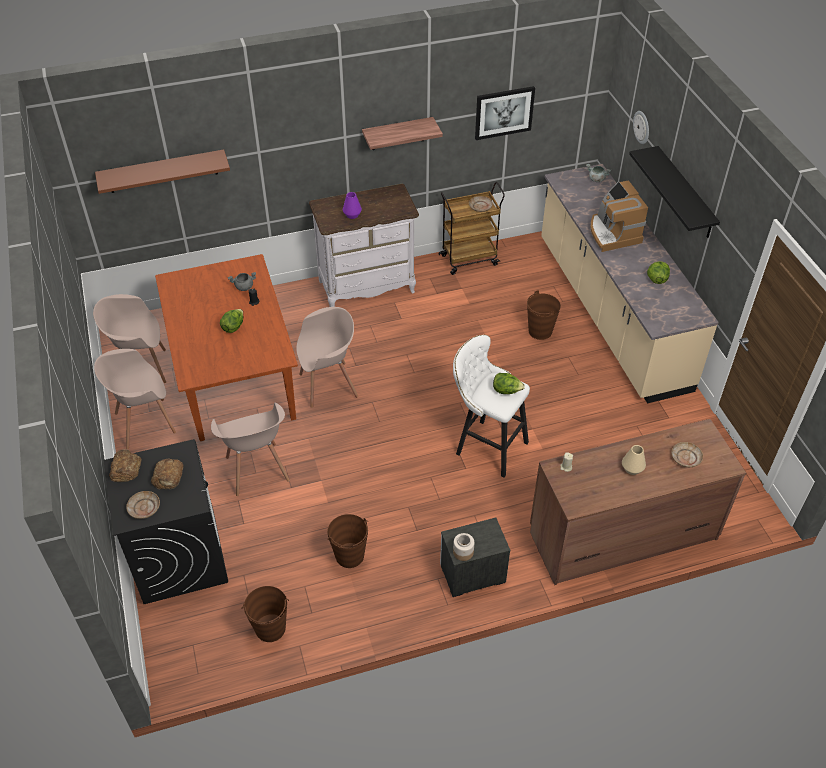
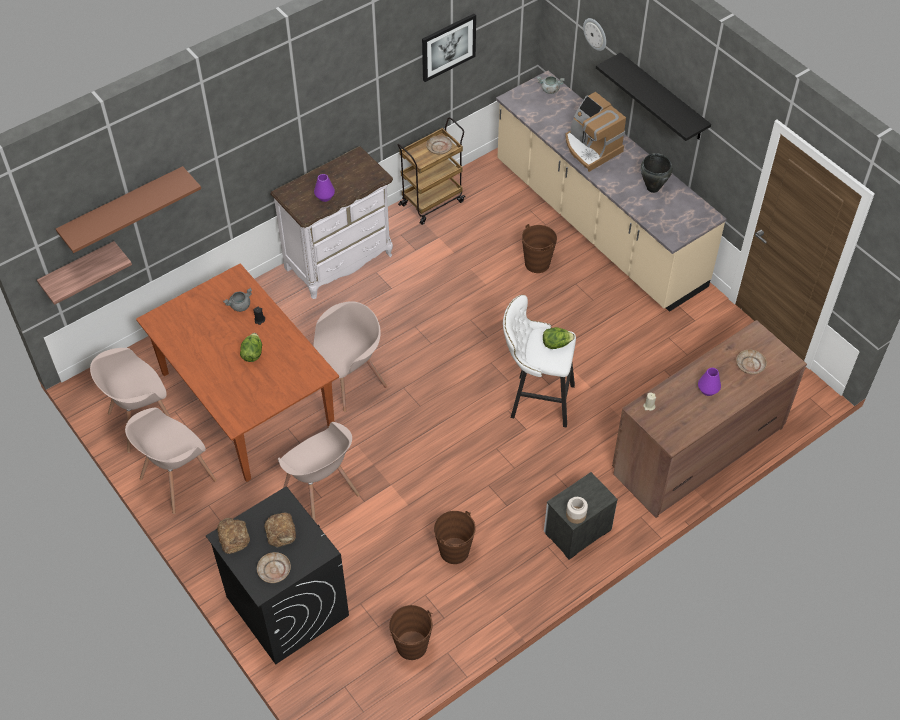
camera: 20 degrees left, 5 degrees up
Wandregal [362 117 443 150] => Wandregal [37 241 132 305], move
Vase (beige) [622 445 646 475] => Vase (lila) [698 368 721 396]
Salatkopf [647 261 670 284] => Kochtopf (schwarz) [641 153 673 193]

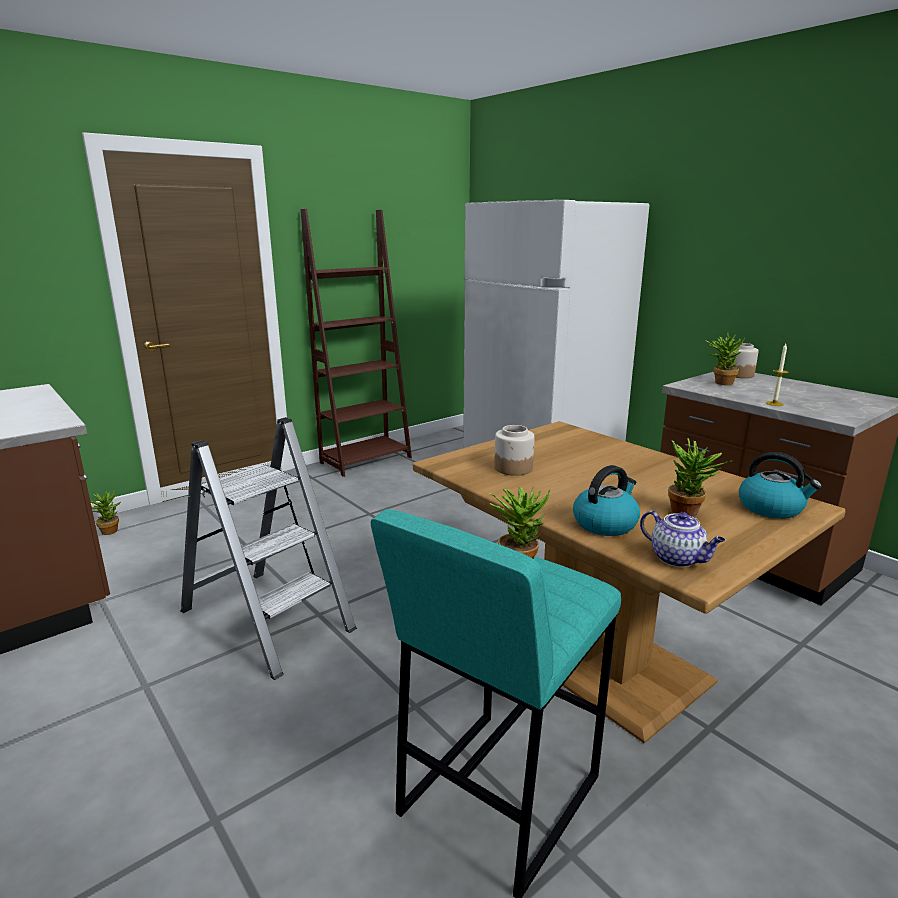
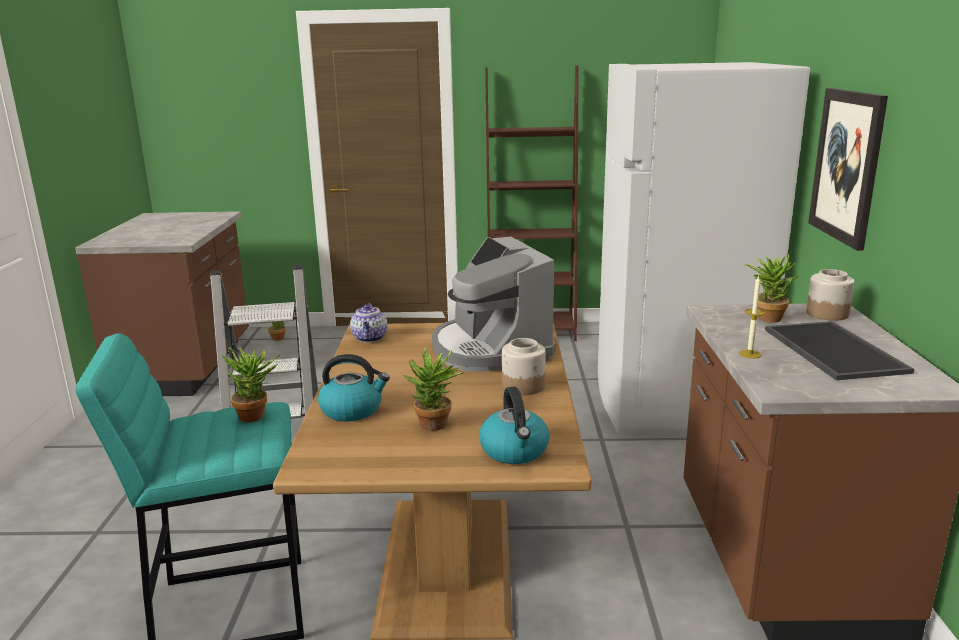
camera: 40 degrees right, 0 degrees up
Vorratsglas [494 425 535 476] => Vorratsglas [502 338 546 395], move
Teekanne [640 510 725 567] => Teekanne [350 303 388 343], move
nothing => Kaffeemaschine [432 237 556 372]
nothing => Tablett [765 321 914 380]
nothing => Bild [808 88 888 251]

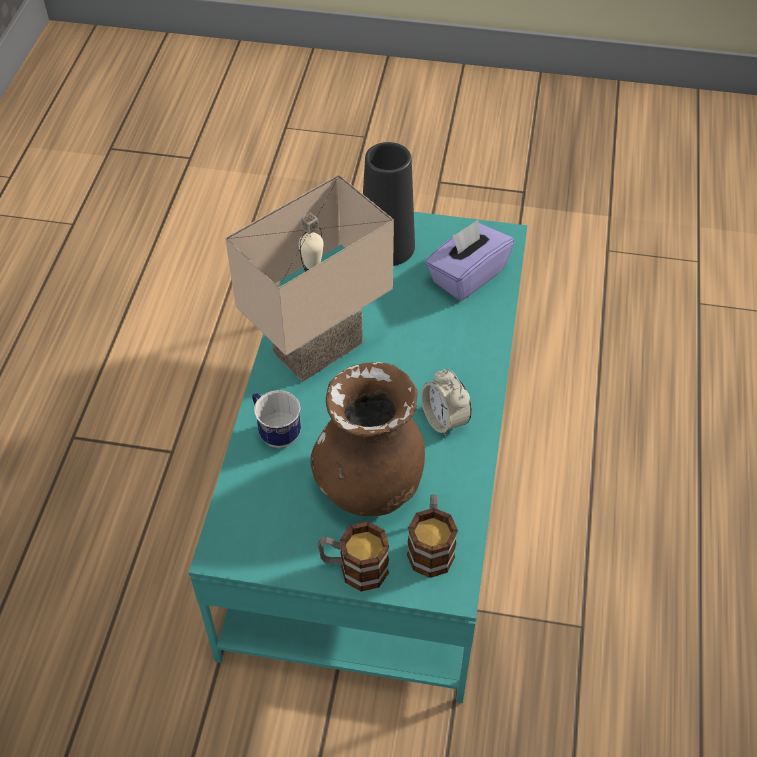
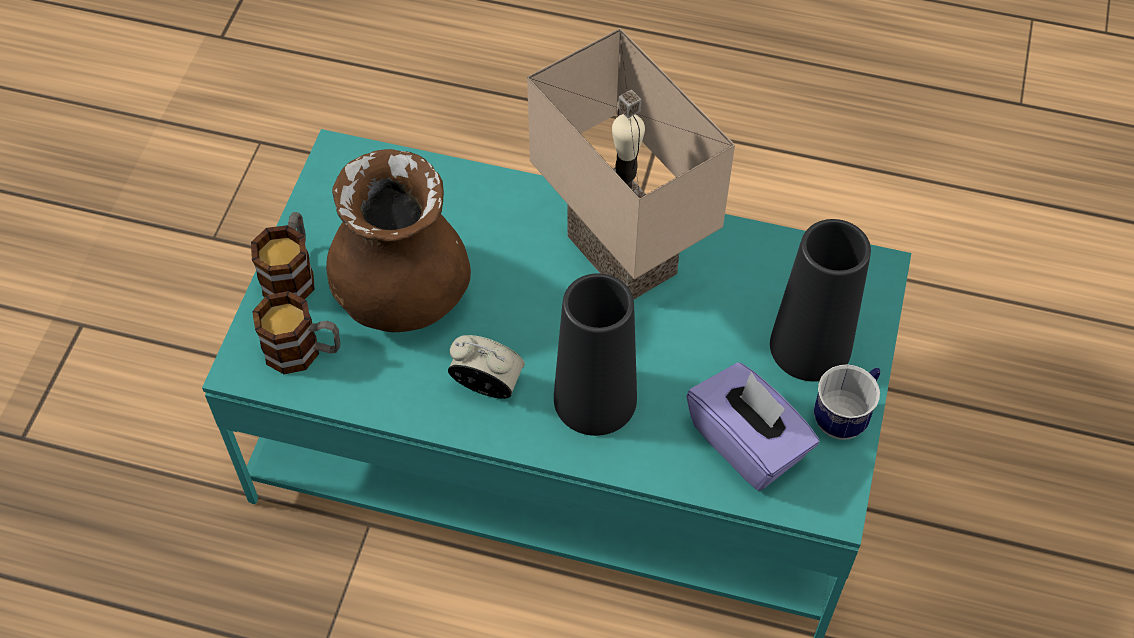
camera: 95 degrees right, 5 degrees up
Henkelbecher [252 390 301 448] => Henkelbecher [814 364 880 440], move
Wecker [421 369 472 437] => Wecker [448 335 525 399], 45 degrees clockwise
nothing => Vase (schwarz) [554 273 637 436]

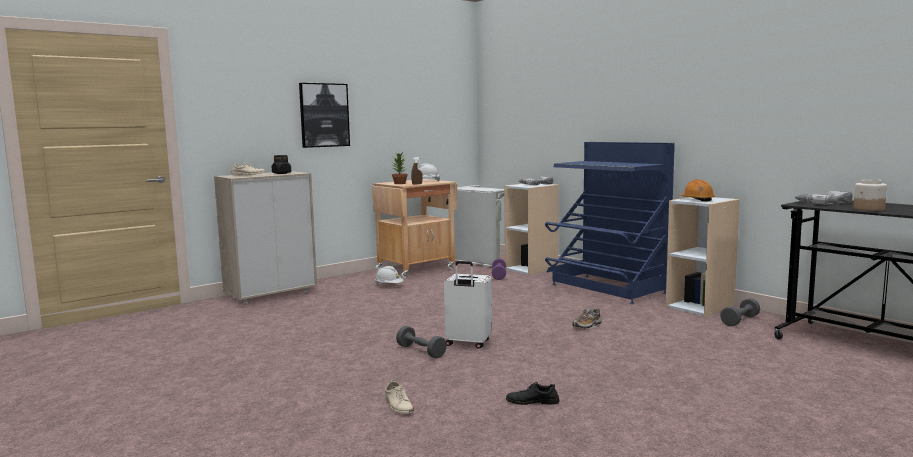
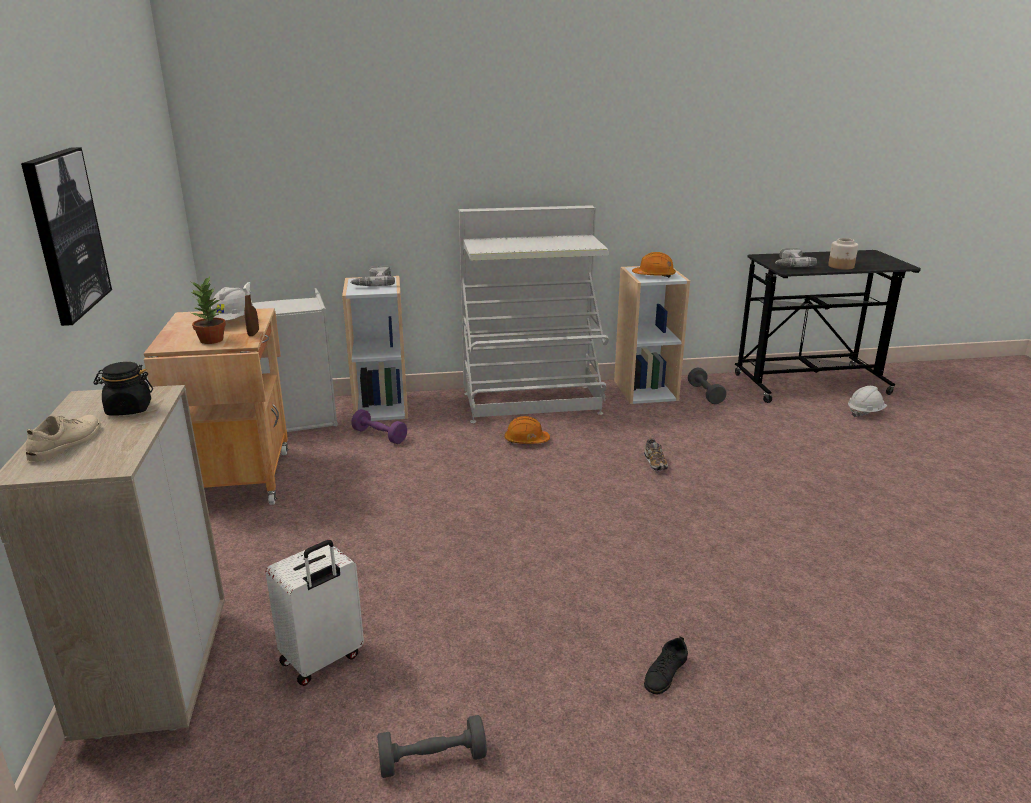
camera: 60 degrees left, 15 degrees up
Schutzhelm (weiß) [375 266 403 285] => Schutzhelm (weiß) [848 386 887 417], move
Schuh (beige) [385 380 414 414] => nothing
Hantel (grau) [396 326 447 358] => Hantel (grau) [377 715 487 778], move
Koffer (weiß) [444 261 492 349] => Koffer (weiß) [265 540 364 686], move
Schuh (schwarz) [506 382 560 405] => Schuh (schwarz) [644 636 688 694], move
Schuhregal (blau) [545 142 675 304] => Schuhregal (weiß) [458 205 609 423]
nothing => Schutzhelm (orange) [505 416 550 444]

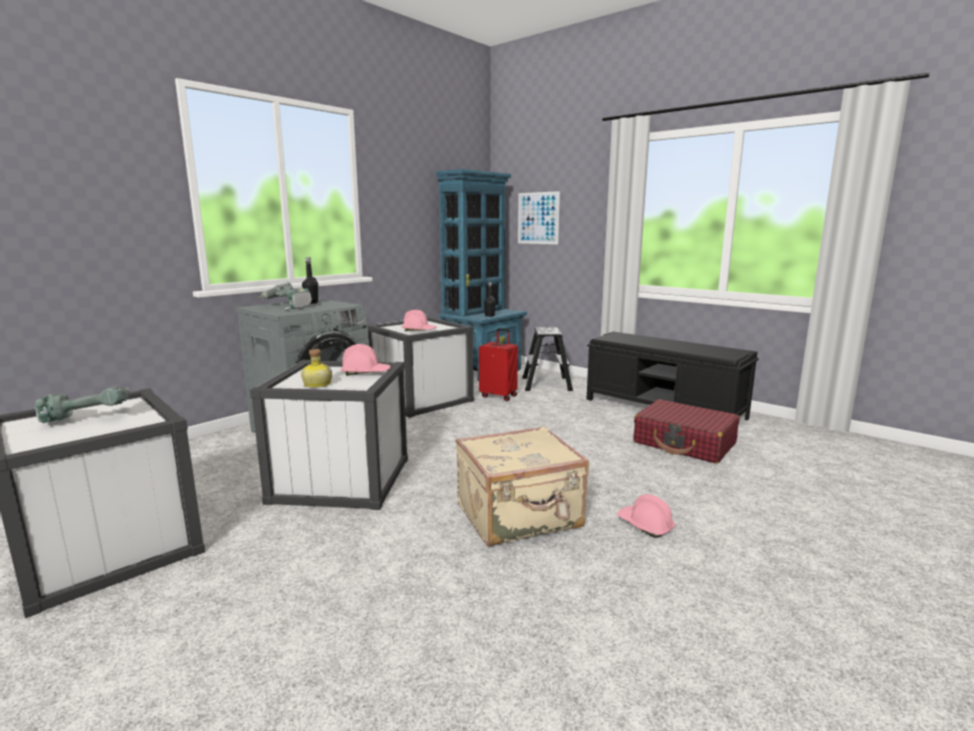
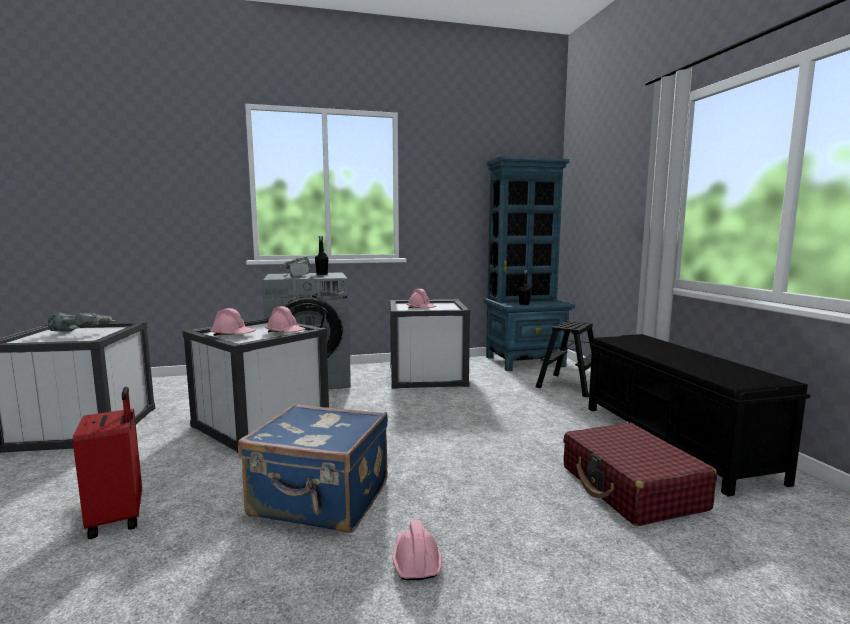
camera: 35 degrees right, 5 degrees down
Flasche [301 349 332 388] => Schutzhelm (rosa) [210 308 256 336]
Koffer (beige) [455 426 589 546] => Koffer (blau) [238 403 388 533]
Koffer (rot) [479 328 518 401] => Koffer (rot) [73 387 142 539], move
Bild [518 191 560 244] => nothing

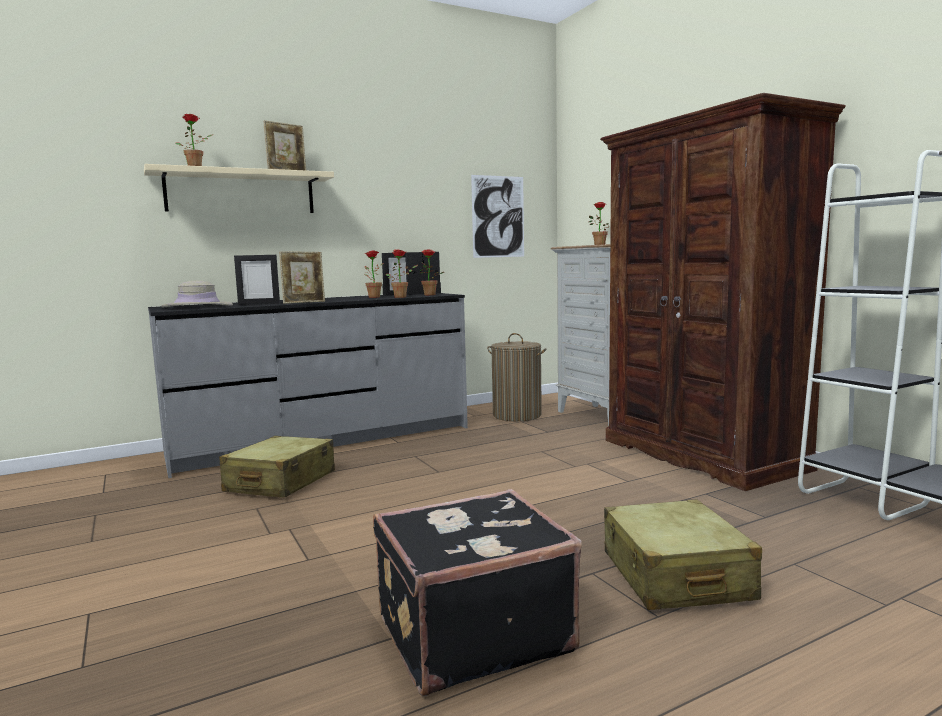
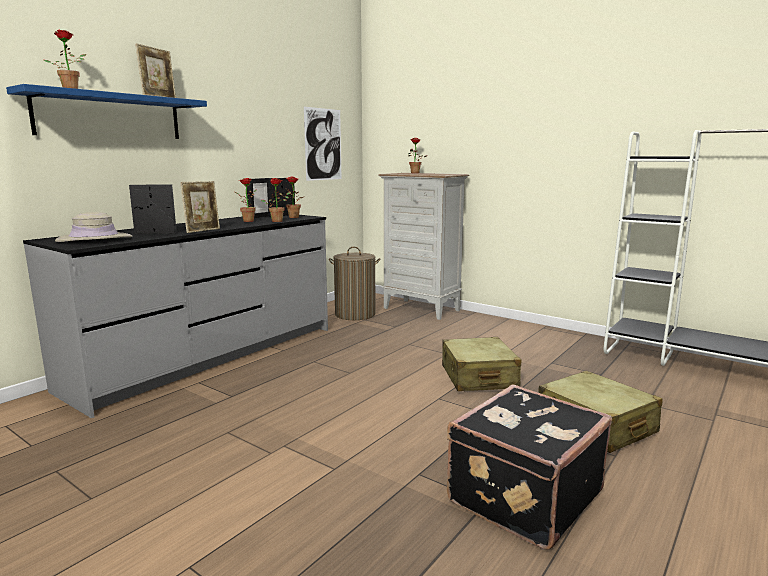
camera: 25 degrees left, 5 degrees up
Wandregal (beige) [144 164 334 213] => Wandregal (blau) [6 84 207 139]
Koffer (beige) [219 436 335 498] => Koffer (beige) [442 337 521 391], move
Bilderrahmen [234 255 280 305] => Bilderrahmen [129 184 177 234], 150 degrees counterclockwise
Kleiderschrank (braun) [600 93 846 491] => nothing

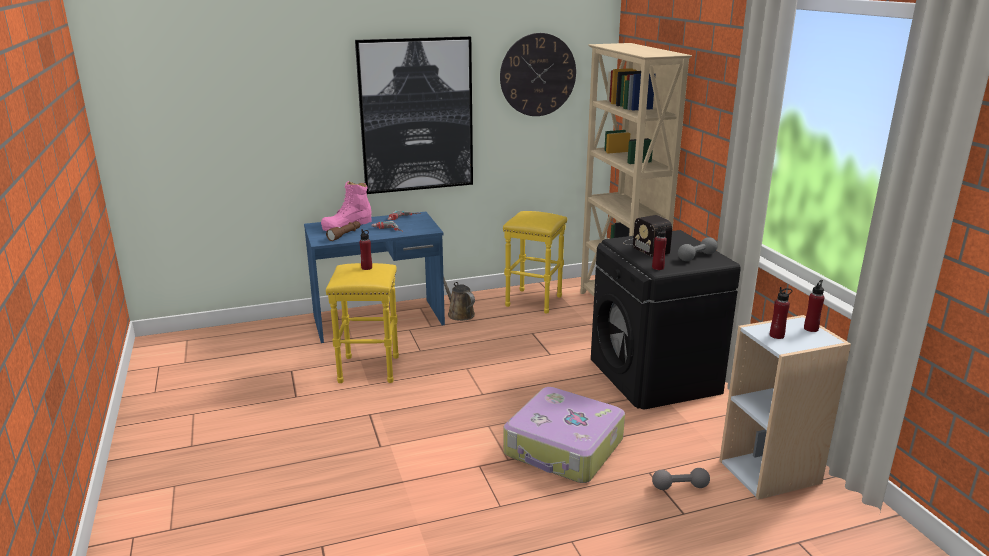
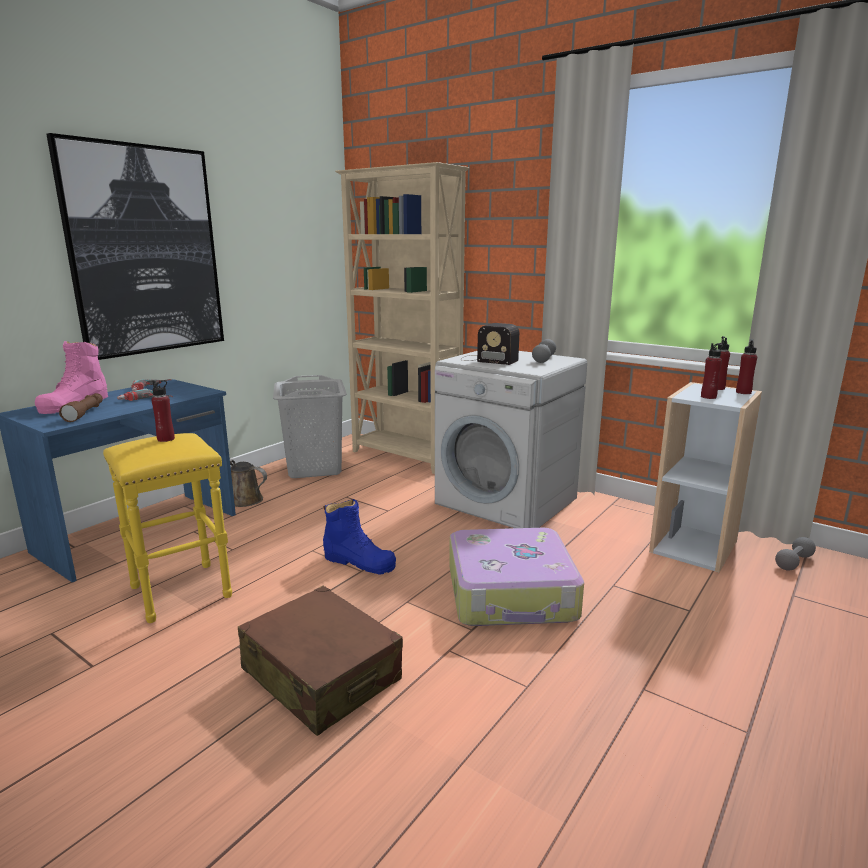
camera: 35 degrees left, 5 degrees down
Wanduhr [500 33 576 116] => nothing
Hocker (gelb) [503 211 567 314] => Wäschekorb (grau) [273 375 347 478]
Waschmaschine (schwarz) [591 230 741 409] => Waschmaschine (weiß) [435 351 587 528]
Flasche (rot) [652 225 667 270] => Flasche (rot) [736 339 757 394], move
Hantel (grau) [652 468 710 490] => Hantel (grau) [775 537 816 571], move
nothing => Koffer (braun) [238 585 403 736]
nothing => Stiefel (blau) [323 499 396 575]

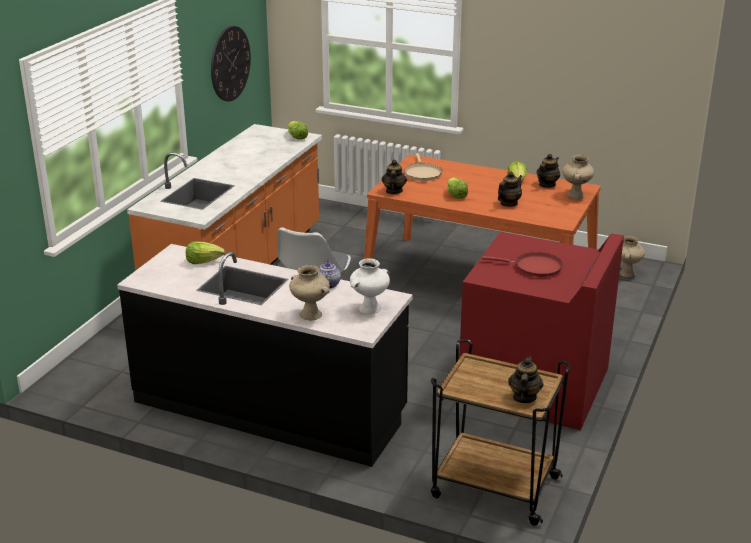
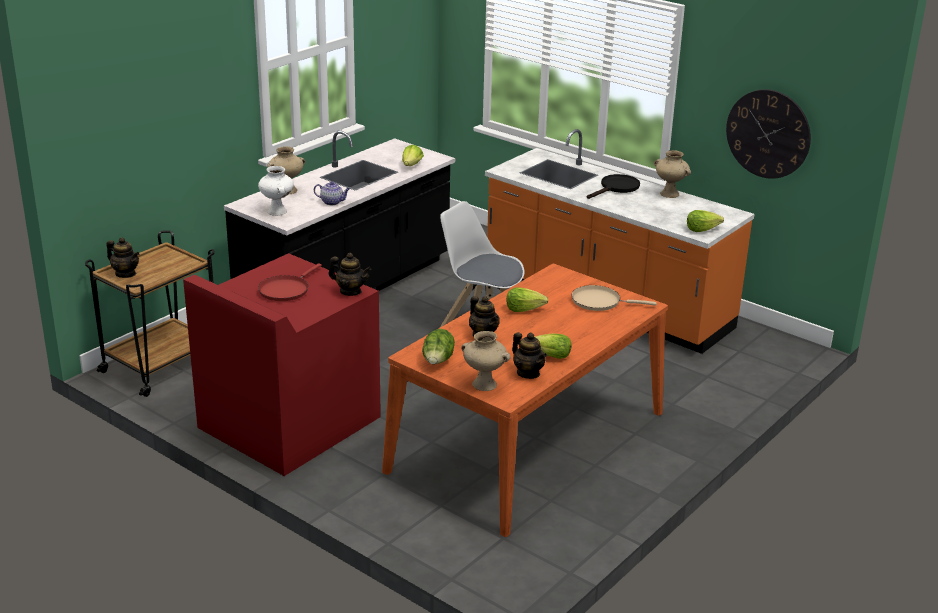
camera: 105 degrees right, 0 degrees up
Teekanne [382 160 407 194] => Teekanne [328 253 371 296], move
Vase (beige) [619 236 645 277] => Vase (beige) [654 150 691 198], move
nothing => Salatkopf [422 329 455 364]
nothing => Pfanne (schwarz) [587 174 640 199]

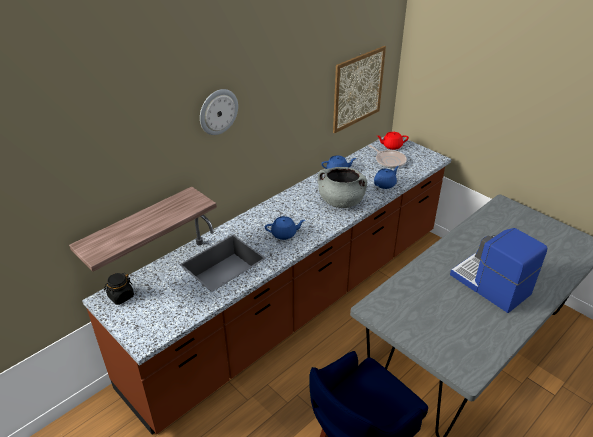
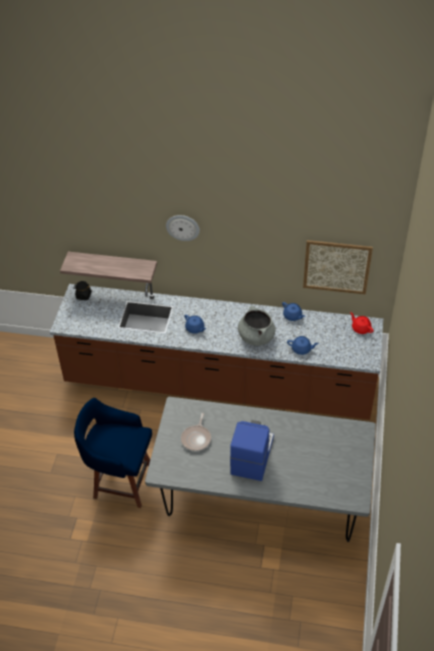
camera: 55 degrees right, 10 degrees up
Pfanne [368 145 407 168] => Pfanne [181 413 211 451], move

